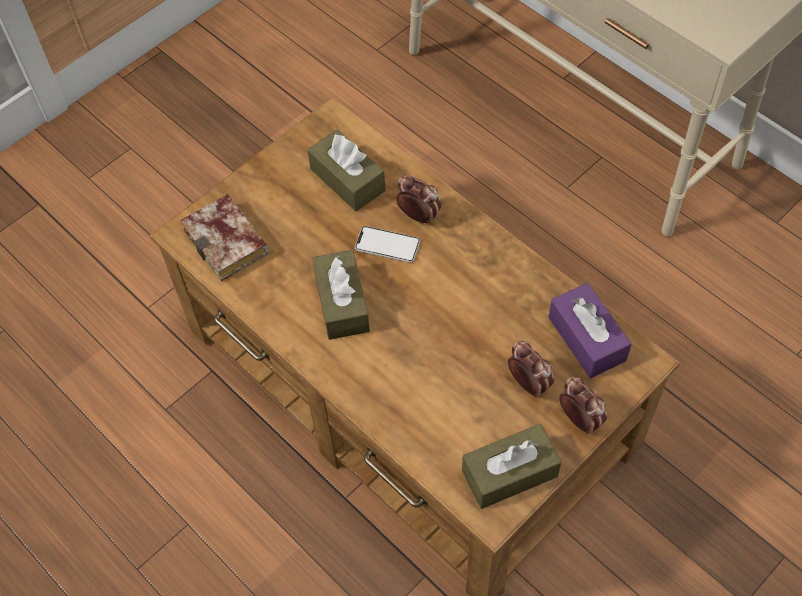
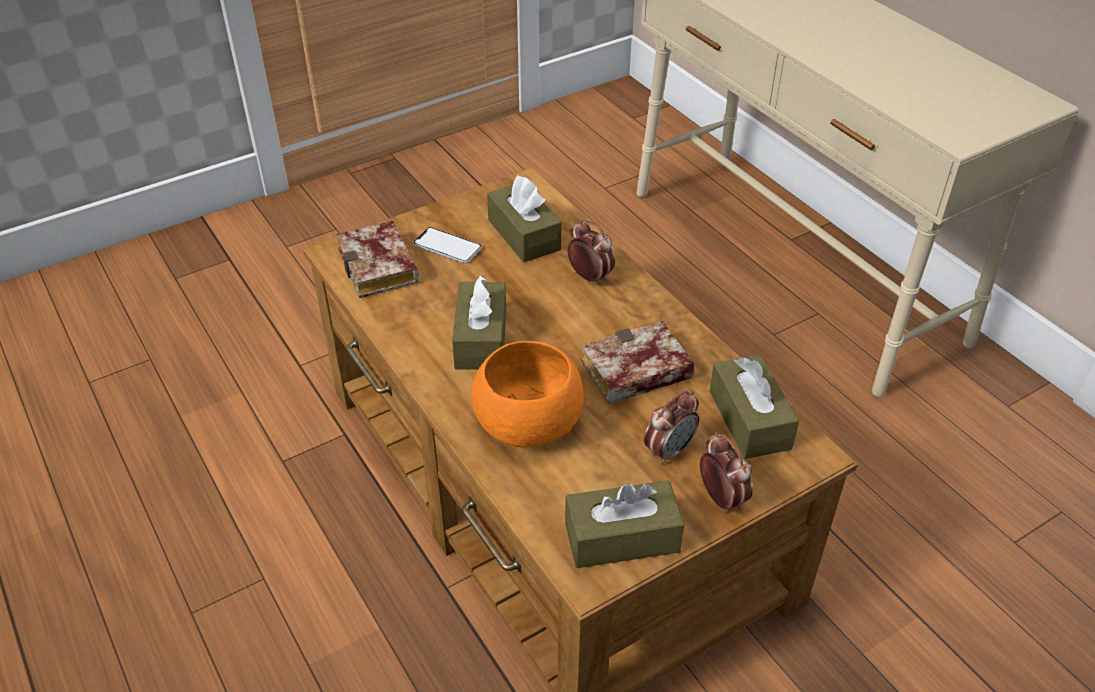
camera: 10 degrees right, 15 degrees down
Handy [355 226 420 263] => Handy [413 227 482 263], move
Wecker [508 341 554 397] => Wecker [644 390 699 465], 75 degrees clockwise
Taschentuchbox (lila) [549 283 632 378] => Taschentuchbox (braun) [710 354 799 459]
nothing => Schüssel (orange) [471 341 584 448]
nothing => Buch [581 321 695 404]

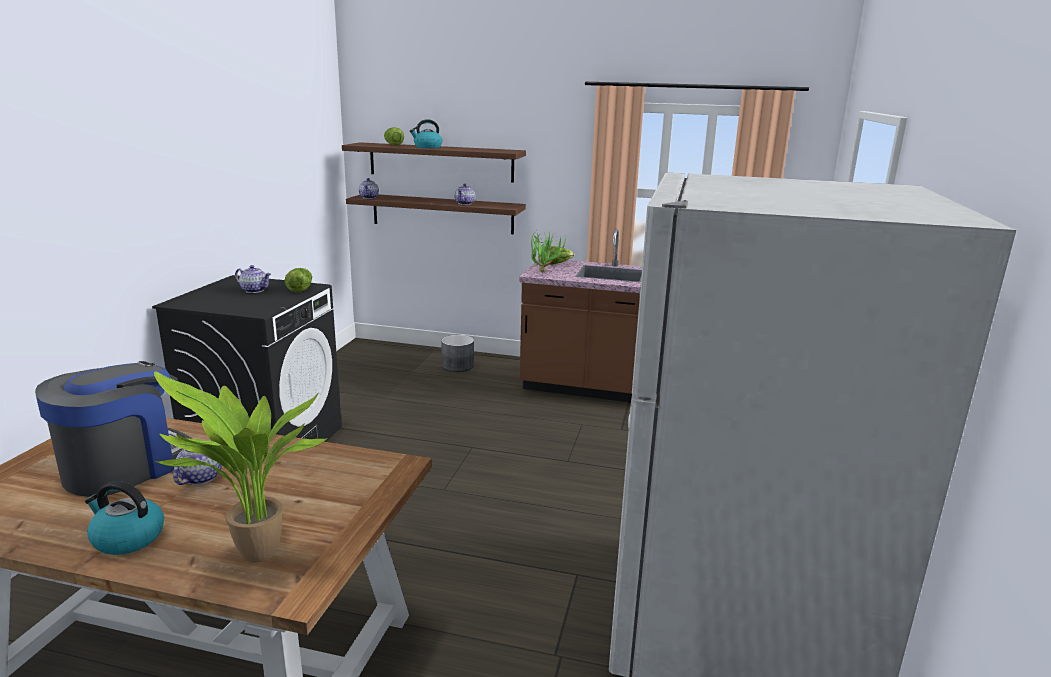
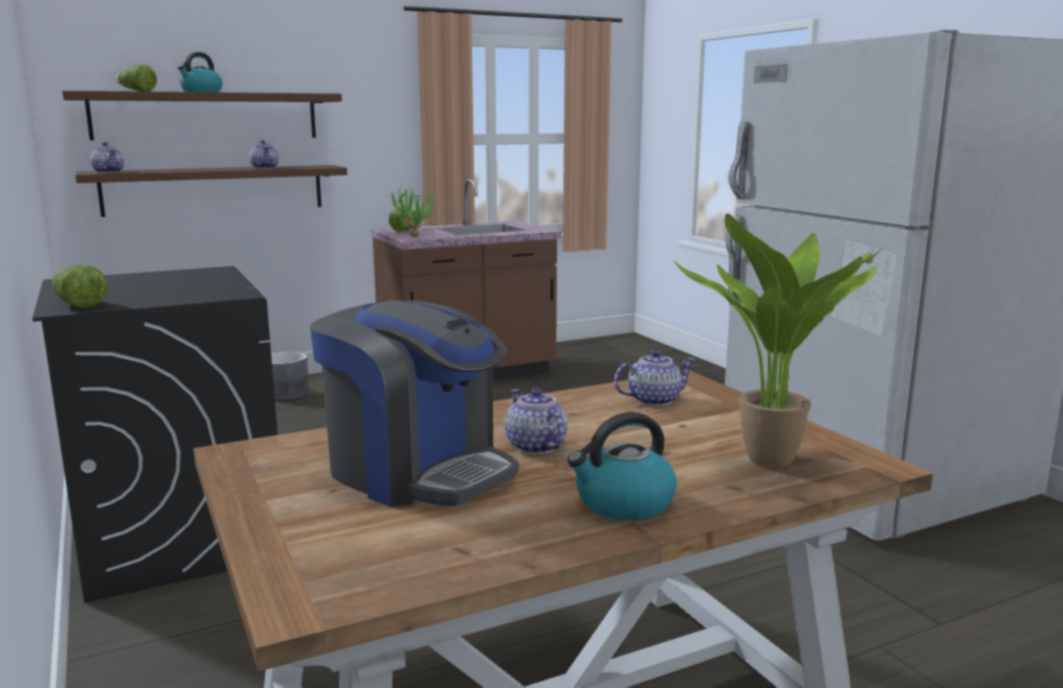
camera: 40 degrees left, 5 degrees down
Kaffeemaschine [35 361 192 497] => Kaffeemaschine [310 300 519 507], 135 degrees clockwise
Teekanne [235 265 271 293] => Teekanne [614 350 696 406], move
Salatkopf [285 268 312 292] => Salatkopf [52 264 108 309], move

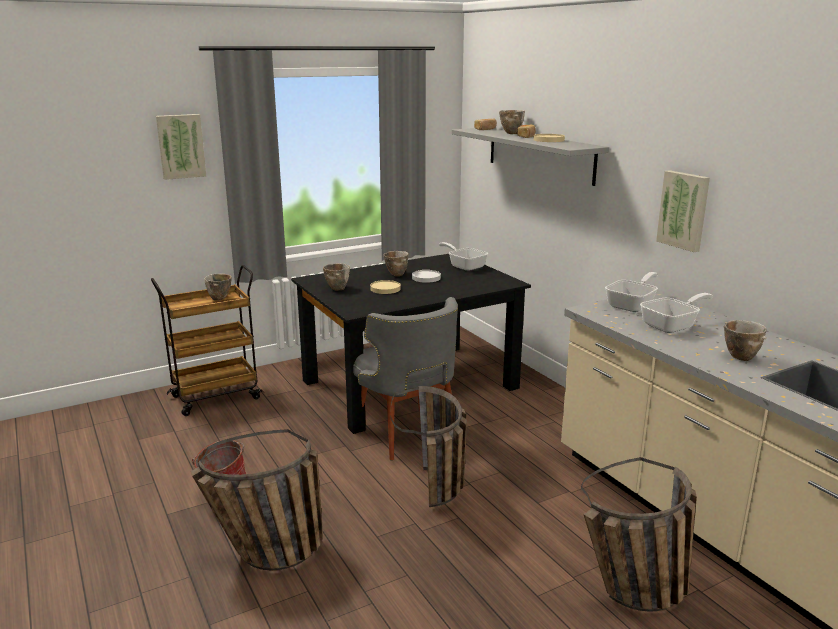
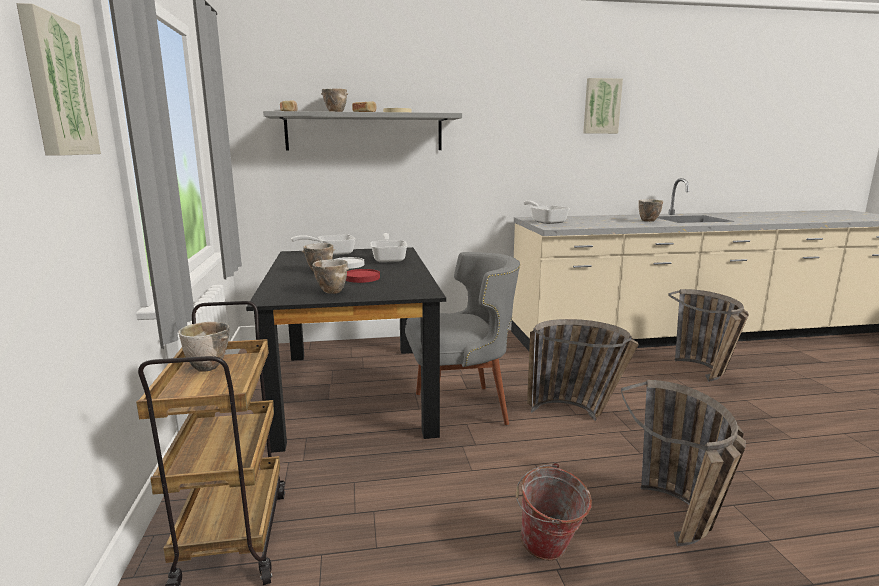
camera: 70 degrees left, 5 degrees down
Teller (beige) [370 280 401 294] => Teller (rot) [346 269 380 283]
Pfanne [640 293 713 333] => Pfanne [370 233 408 263], move
Bild [656 170 710 252] => Bild [583 78 623 134], move

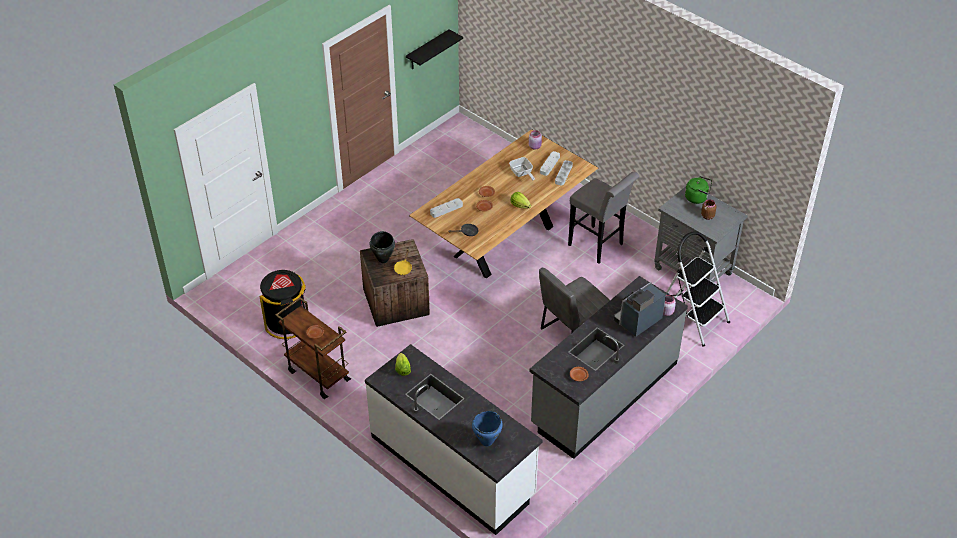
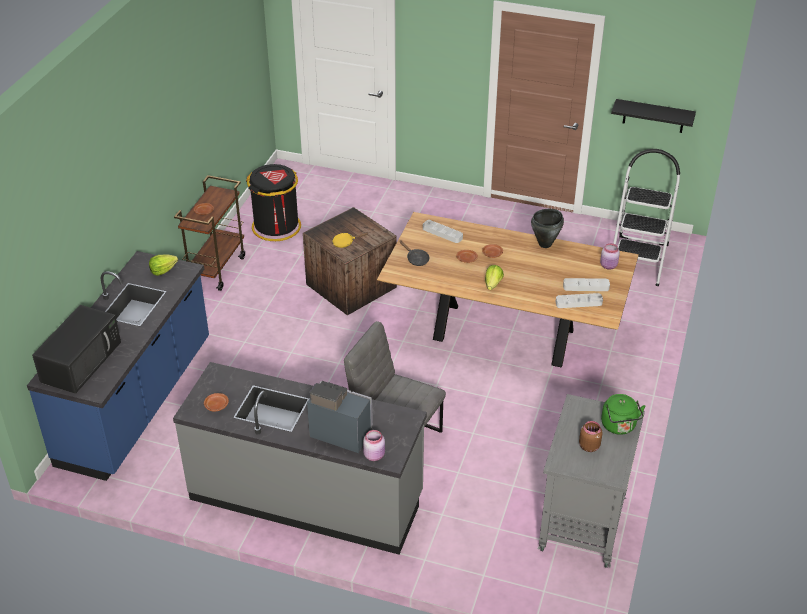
camera: 65 degrees right, 5 degrees down
Küchenzeile (weiß) [365 344 542 535] => Küchenzeile (blau) [27 251 209 481]
Kochtopf (schwarz) [370 231 395 263] => Kochtopf (schwarz) [531 209 564 248], move
Kochtopf (blau) [472 411 503 446] => Mikrowelle (schwarz) [32 305 121 394]
Pfanne [509 157 535 180] => nothing
Hocker (grau) [568 172 640 264] => nothing
Trittleiter [666 231 730 347] => Trittleiter [613 149 680 286], move

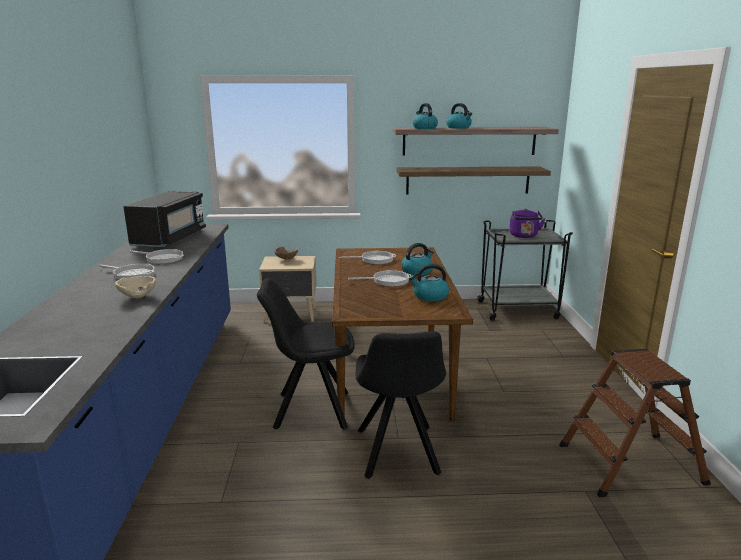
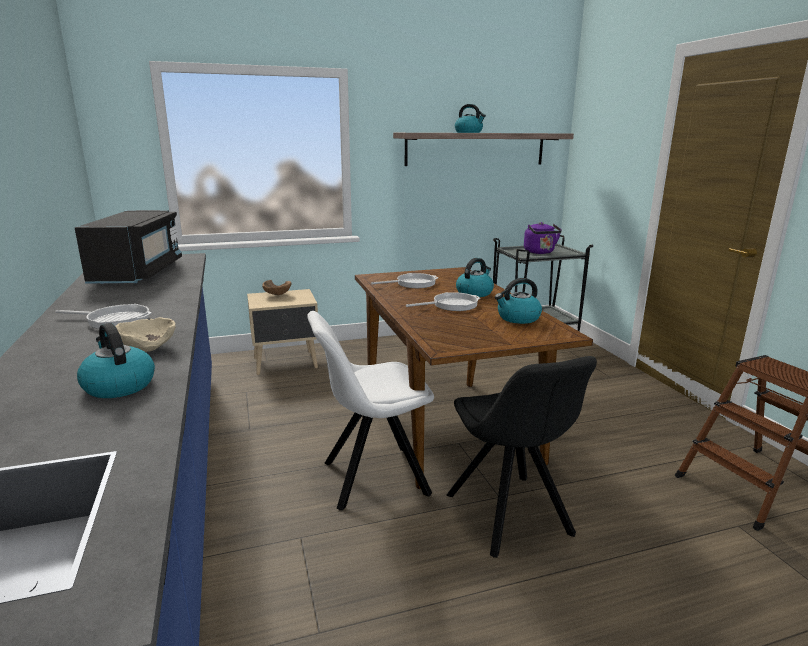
camera: 15 degrees left, 0 degrees up
Pfanne [129 249 184 264] => nothing
Stuhl (schwarz) [257 278 355 430] => Stuhl (weiß) [307 311 434 511]
Wandregal [397 167 551 194] => nothing
Wasserkessel [413 103 438 129] => Wasserkessel [77 323 155 398], move

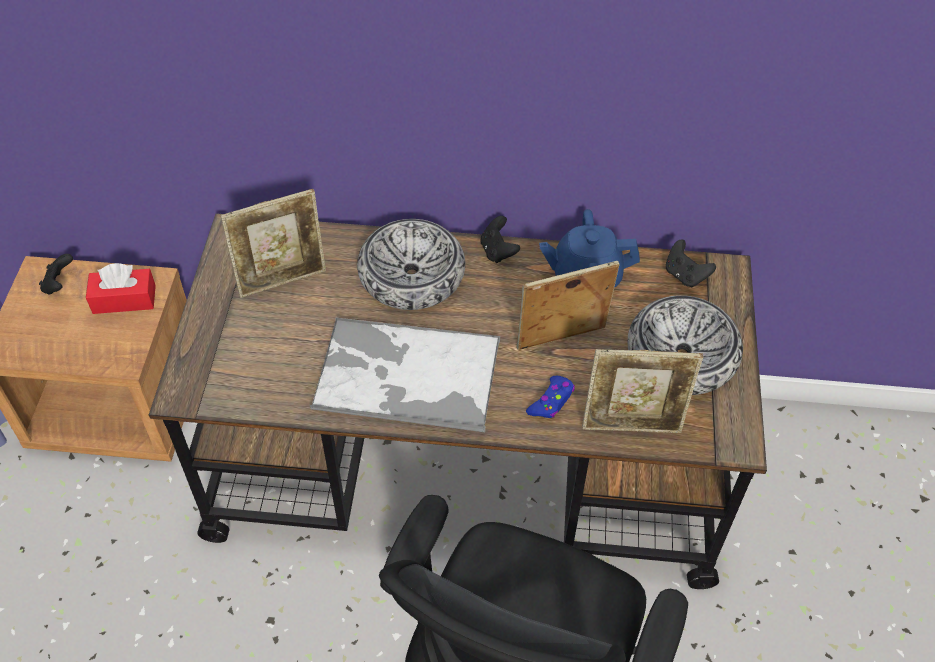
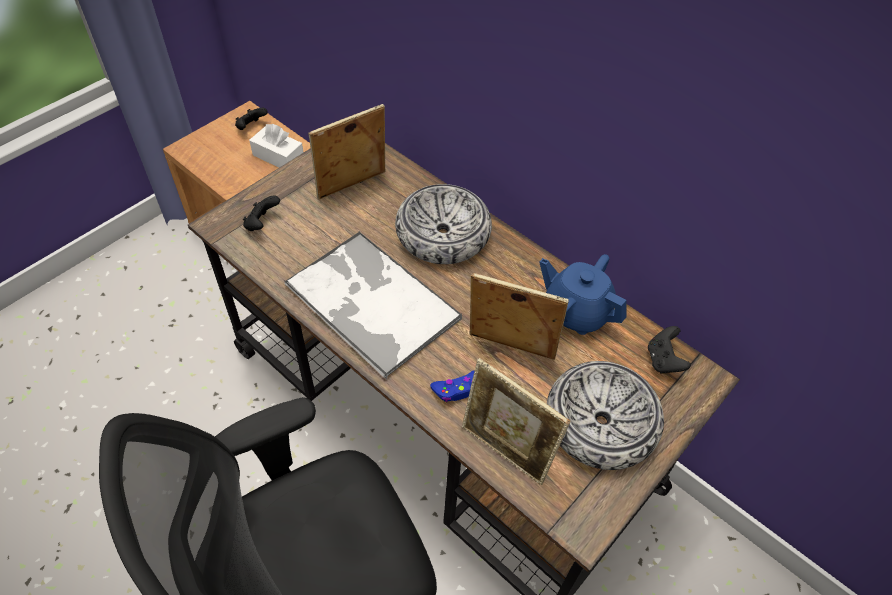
camera: 35 degrees right, 0 degrees up
Taschentuchbox (rot) [86 263 156 314] => Taschentuchbox (weiß) [249 124 304 168]
Bilderrahmen [220 189 326 298] => Bilderrahmen [308 104 385 199], 135 degrees clockwise
Gamepad (schwarz) [480 216 520 263] => Gamepad (schwarz) [243 195 280 231], move

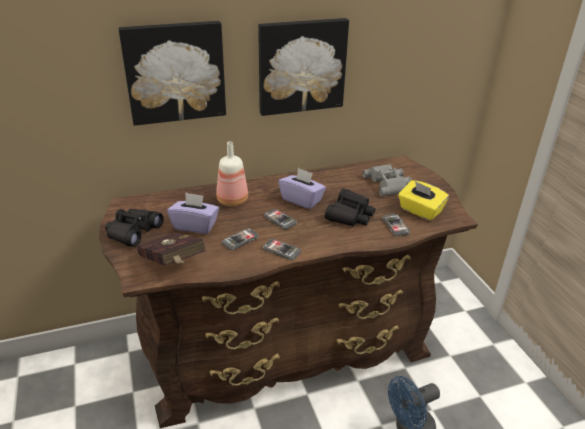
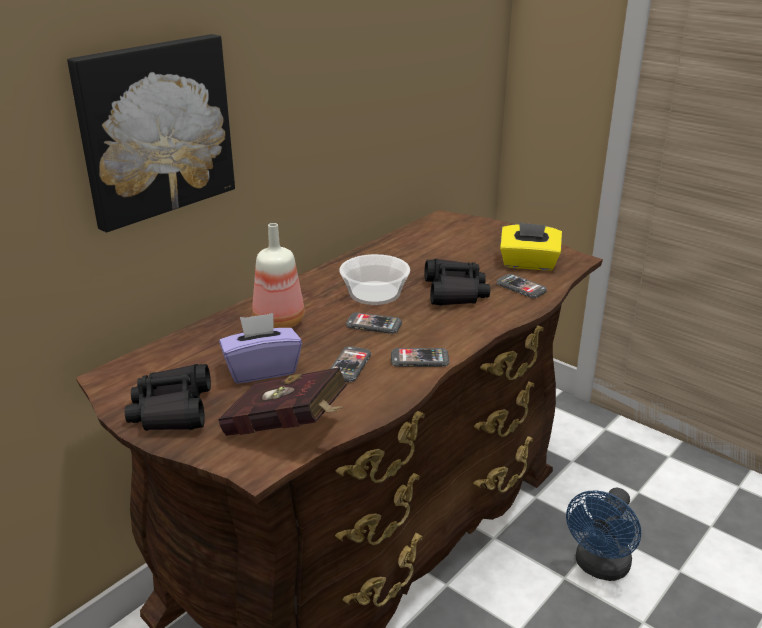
camera: 30 degrees left, 5 degrees down
Bild [258 18 349 116] => nothing
Taschentuchbox (lila) [278 168 326 209] => Schüssel [340 254 410 305]
Fernglas (grau) [362 164 412 196] => nothing

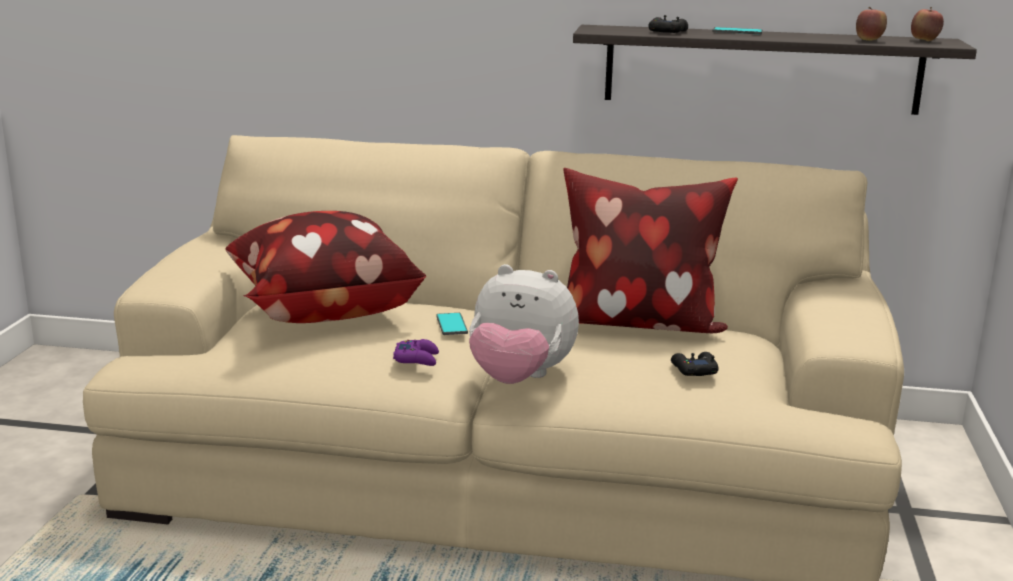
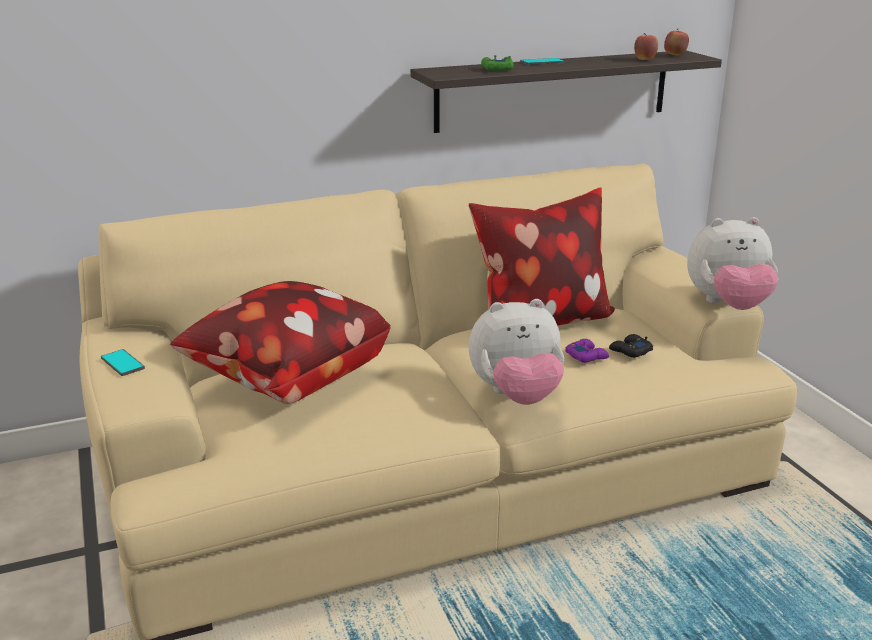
camera: 30 degrees left, 5 degrees up
Gamepad (lila) [393 339 439 366] => Gamepad (lila) [565 339 609 363], move
Handy [436 313 468 335] => Handy [101 349 145 376], move
Gamepad (schwarz) [649 15 688 33] => Gamepad (grün) [481 55 514 71]
nothing => Plüschtier [687 217 778 310]

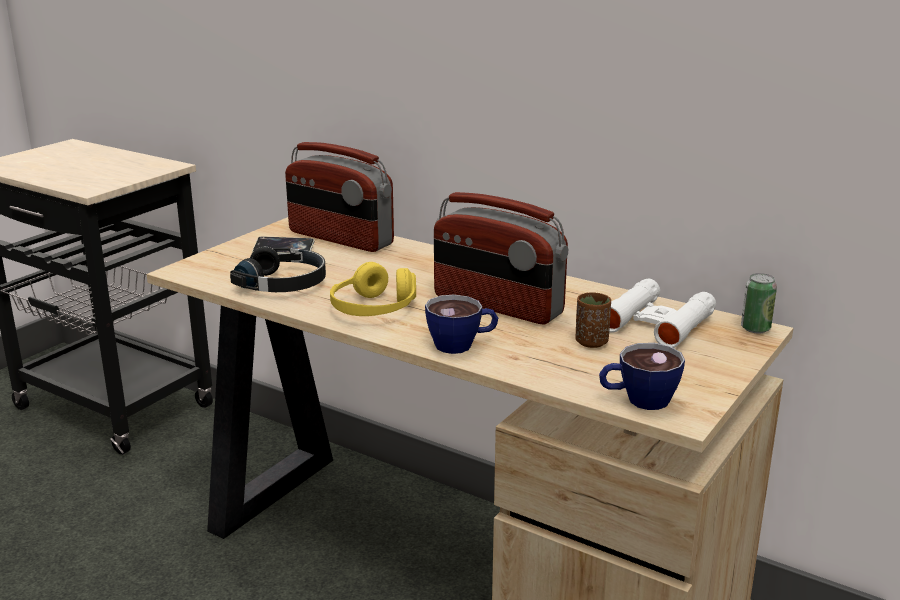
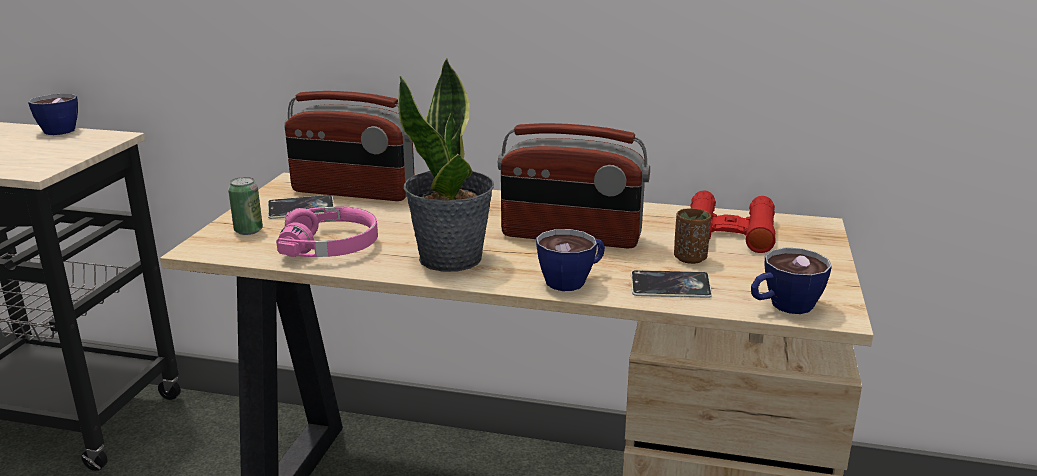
camera: 20 degrees left, 0 degrees up
Kopfhörer (schwarz) [230 246 326 292] => Kopfhörer (rosa) [276 206 378 257]
Kopfhörer (gelb) [330 262 416 316] => Topfpflanze [398 58 494 272]
Fernglas (weiß) [609 279 716 348] => Fernglas (rot) [690 190 776 253]
Dose [741 273 777 333] => Dose [228 177 263 235], move
nothing => Tasse [28 93 78 135]
nothing => Handy [631 270 712 298]

